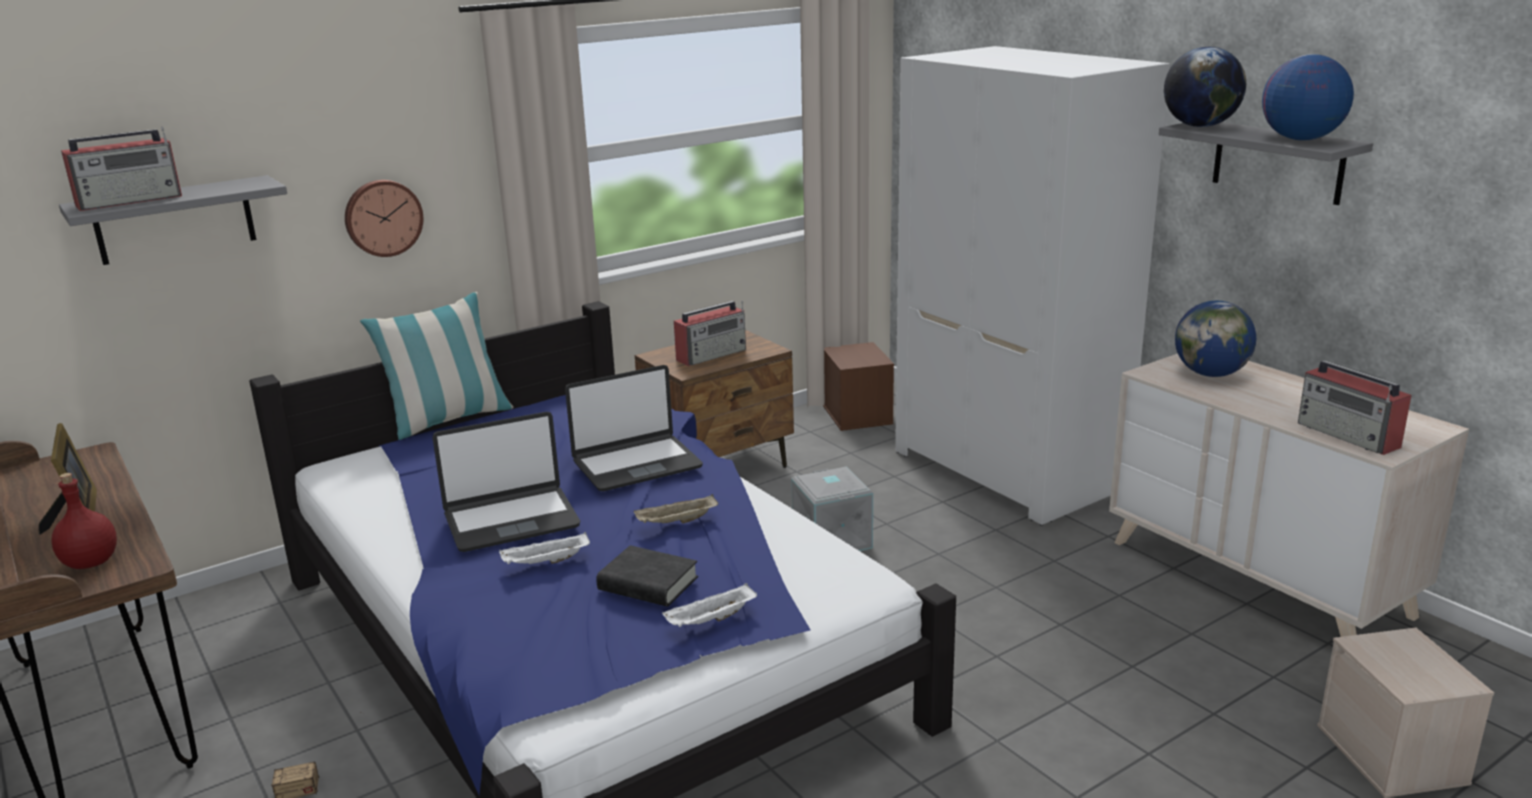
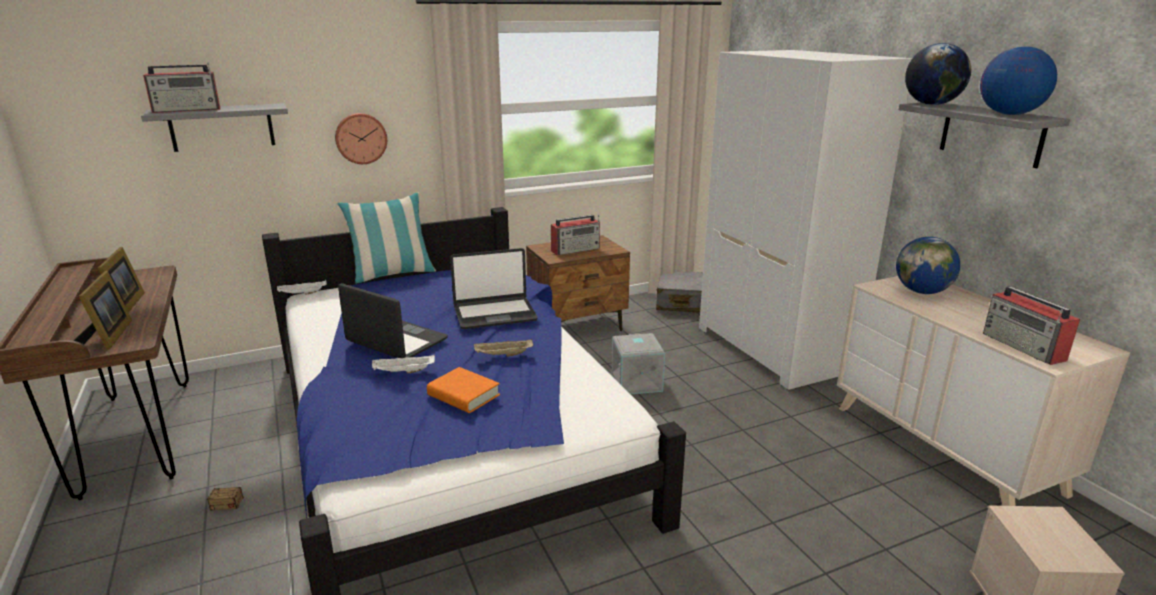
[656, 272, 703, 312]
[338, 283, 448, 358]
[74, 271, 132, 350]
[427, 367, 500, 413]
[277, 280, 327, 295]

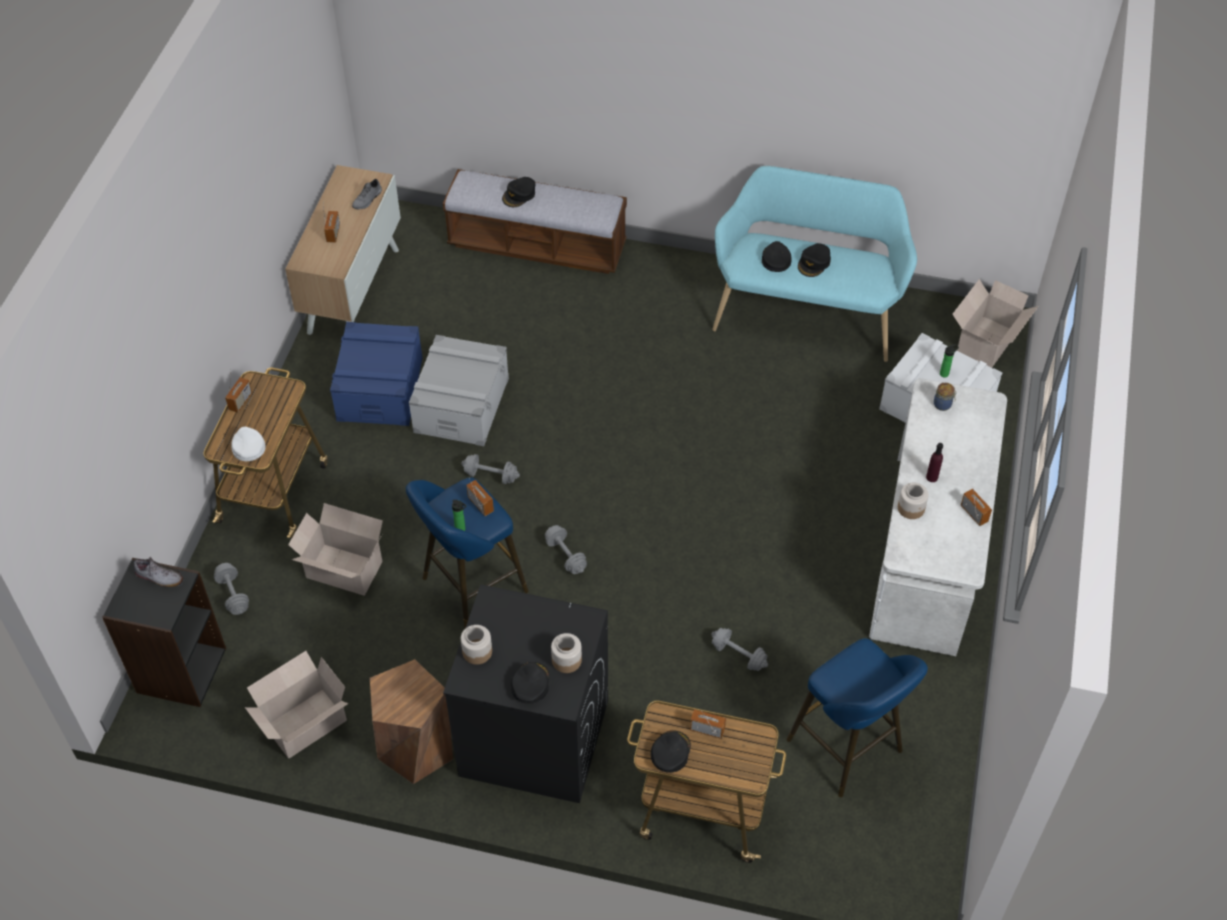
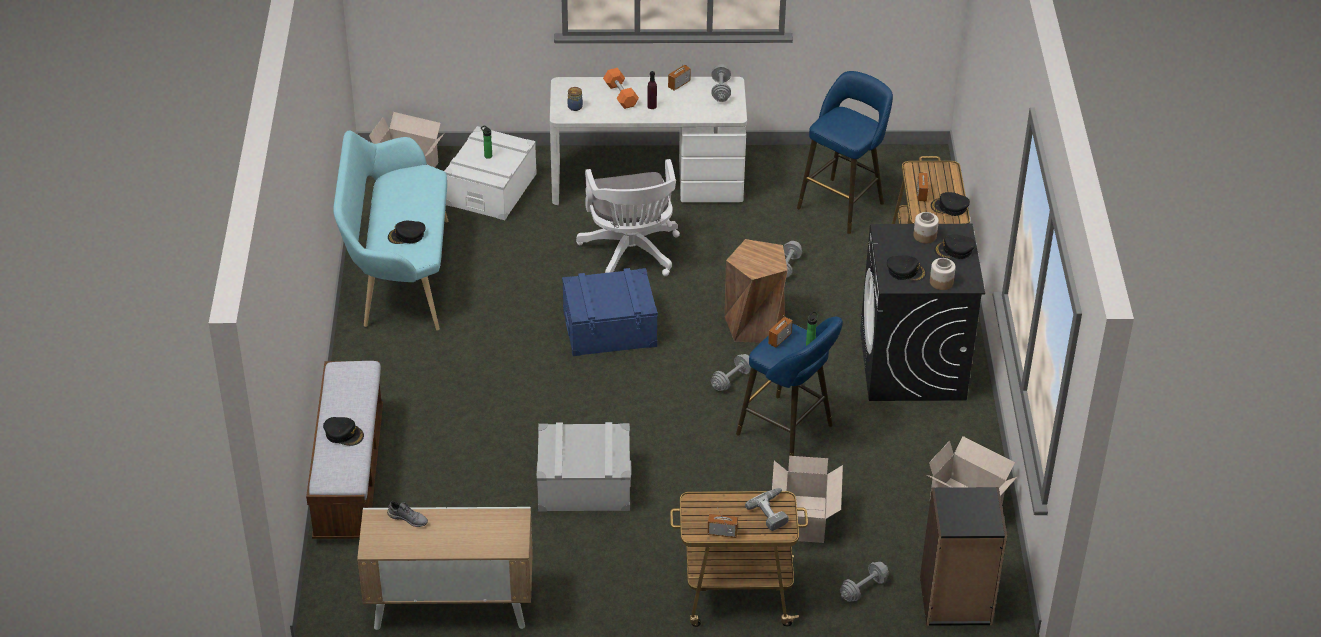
[323, 202, 340, 243] (first image)
[887, 256, 926, 281]
[562, 268, 658, 356]
[745, 488, 789, 531]
[711, 64, 731, 102]
[898, 482, 928, 519] (first image)
[134, 558, 184, 587] (first image)
[724, 239, 788, 343]
[603, 68, 639, 109]
[576, 159, 680, 276]

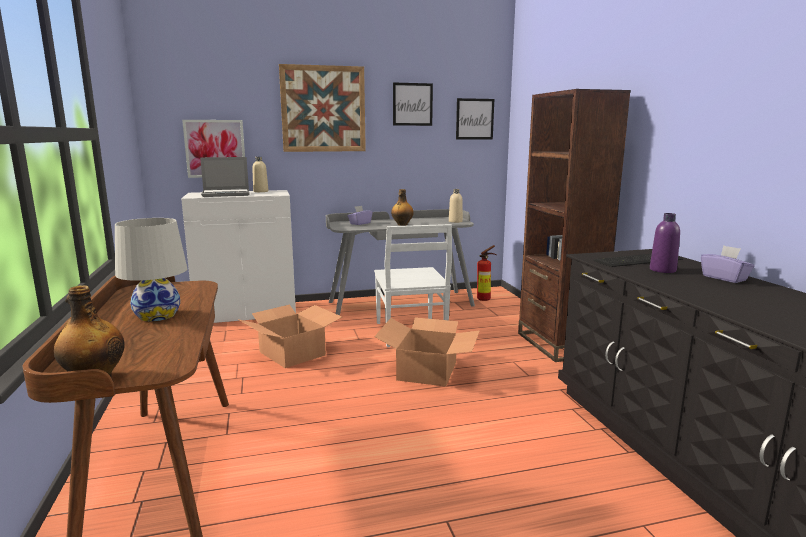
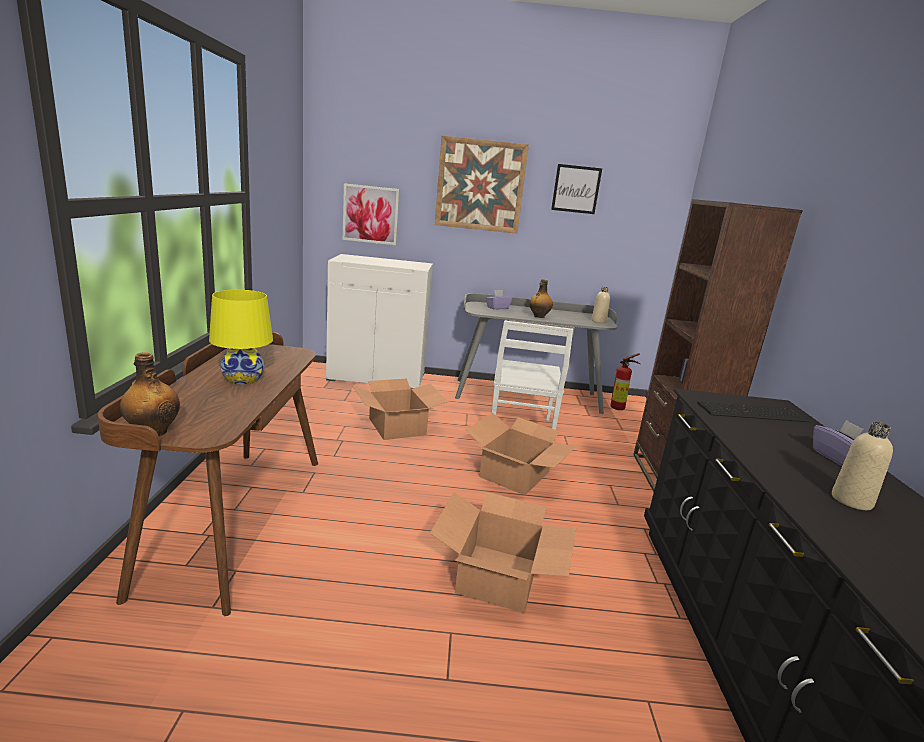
[456, 98, 494, 139] (first image)
[200, 157, 250, 197] (first image)
[832, 422, 893, 510]
[650, 213, 680, 273] (first image)
[209, 290, 273, 385]
[430, 492, 576, 613]

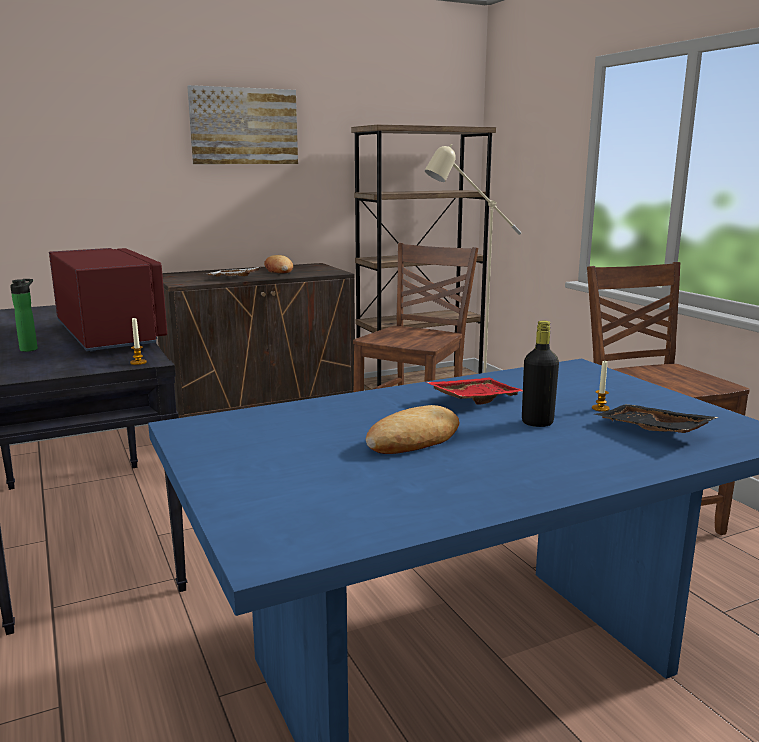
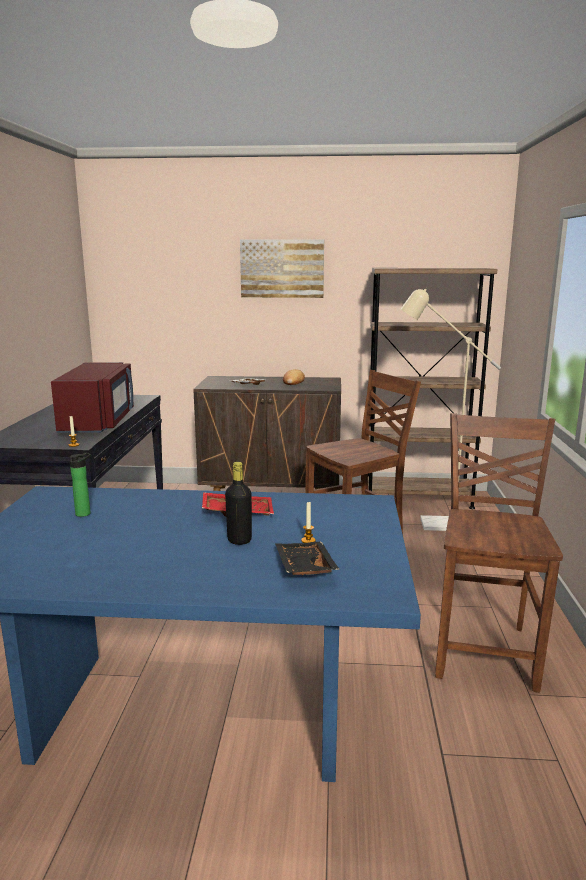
[70, 452, 91, 517]
[366, 405, 460, 454] (first image)

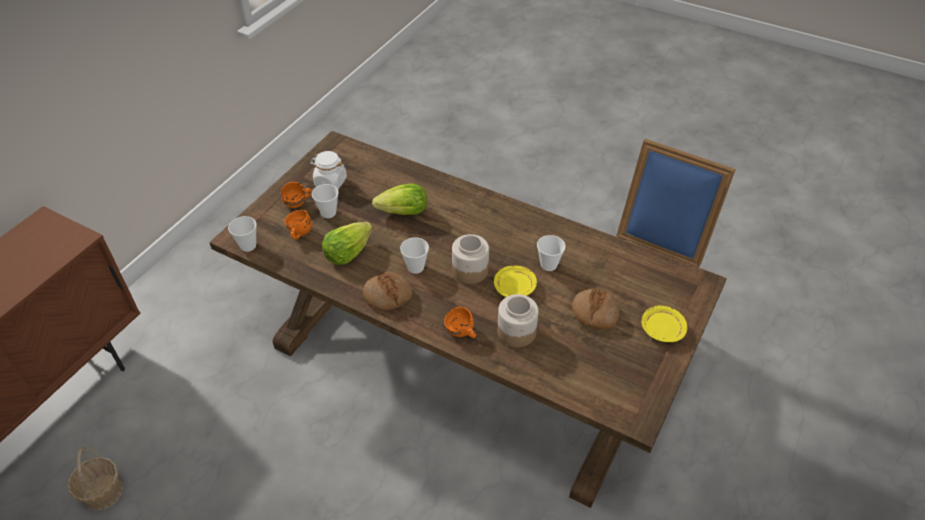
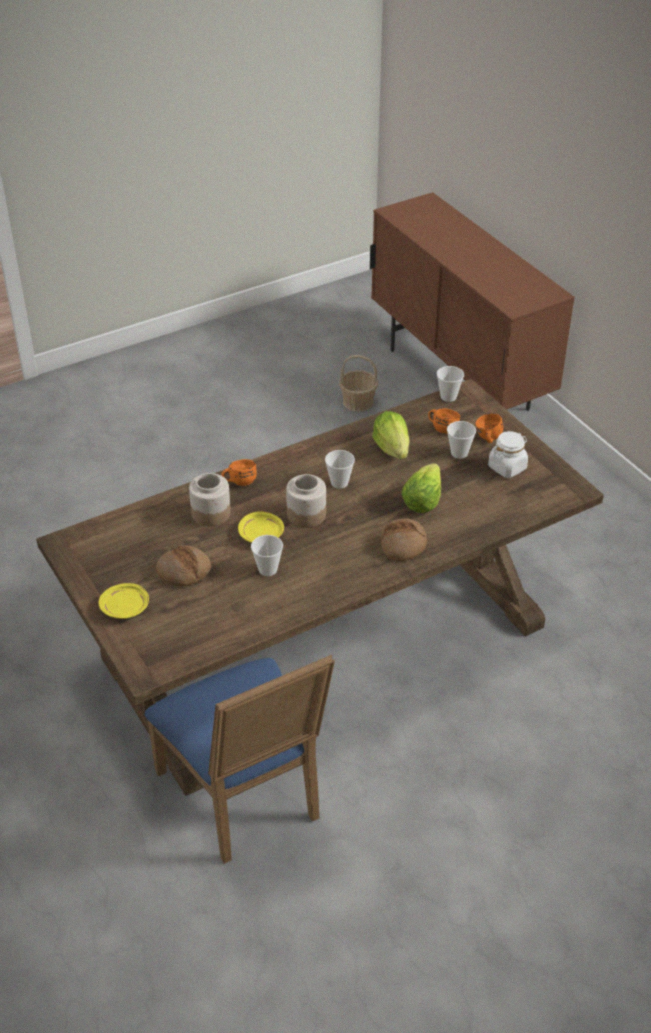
[381, 518, 427, 561]

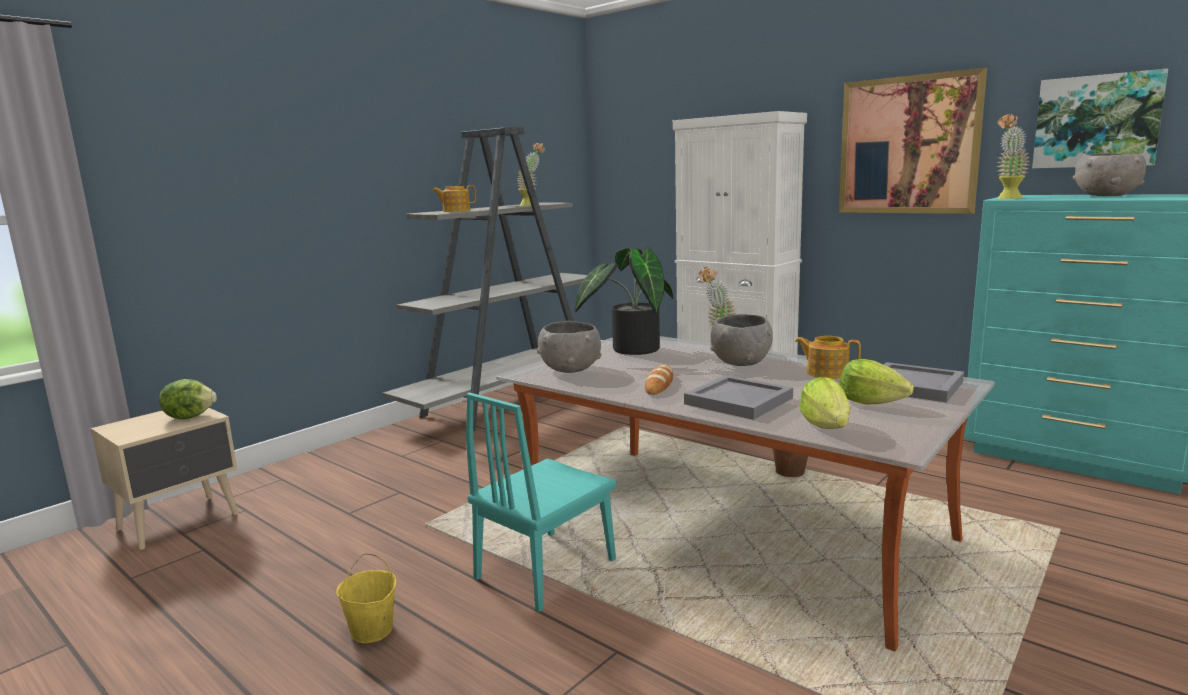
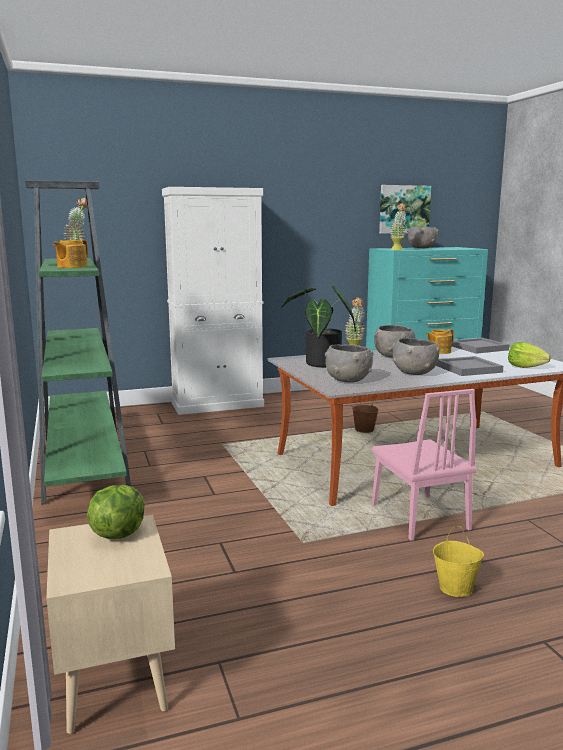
[839, 67, 987, 214] (first image)
[25, 180, 131, 505]
[840, 359, 914, 405] (first image)
[393, 338, 440, 375]
[372, 389, 477, 541]

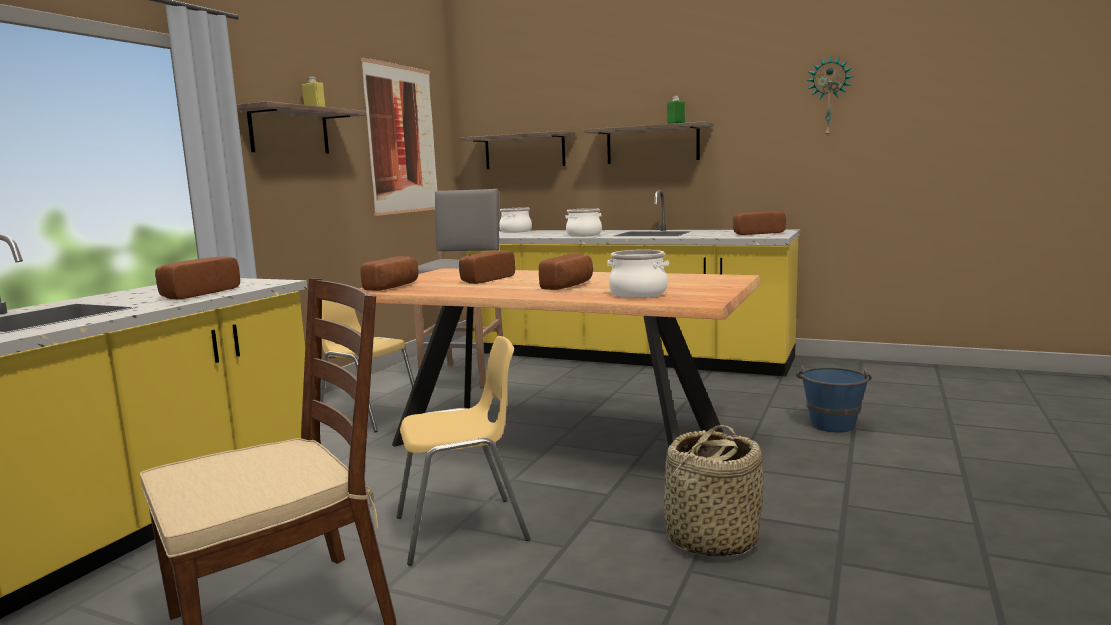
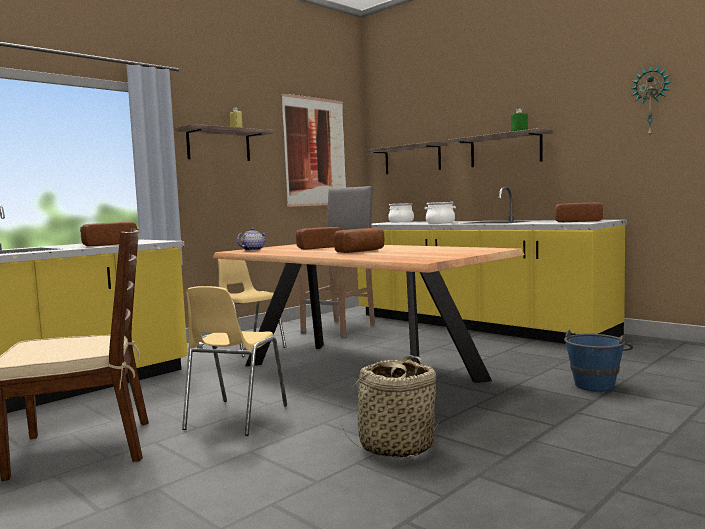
[607, 250, 669, 298] (first image)
[237, 228, 266, 251]
[182, 286, 287, 436]

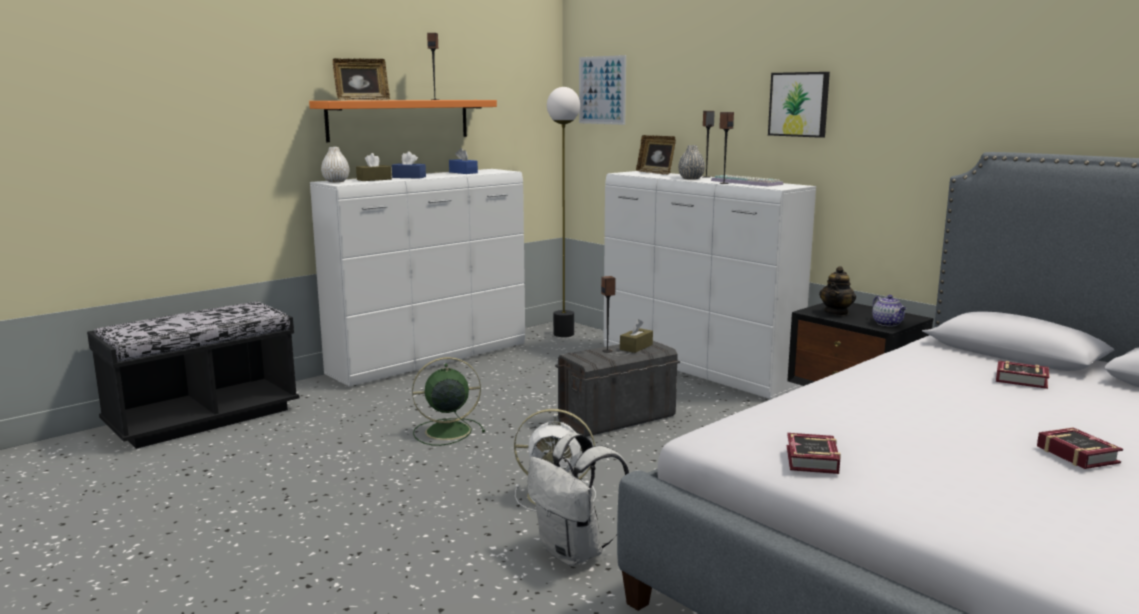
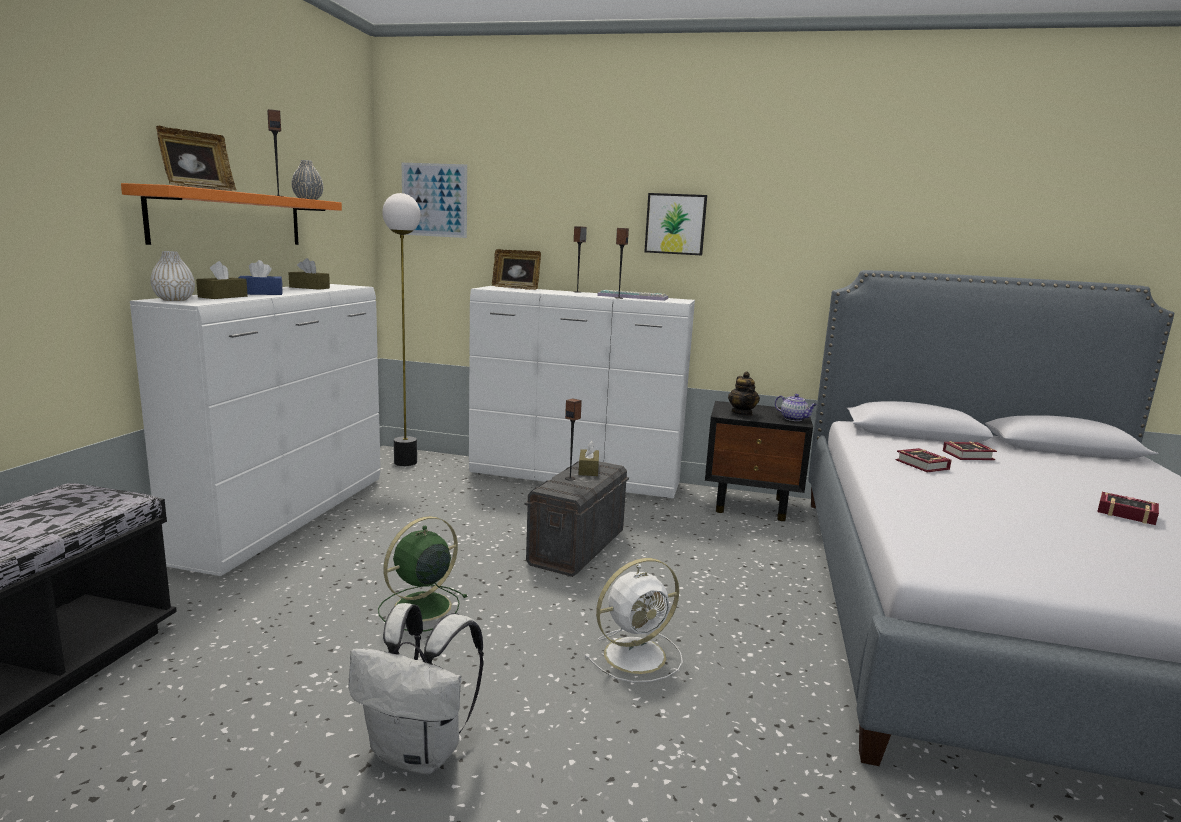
[291, 160, 323, 200]
[289, 258, 330, 290]
[348, 603, 484, 775]
[896, 448, 952, 473]

